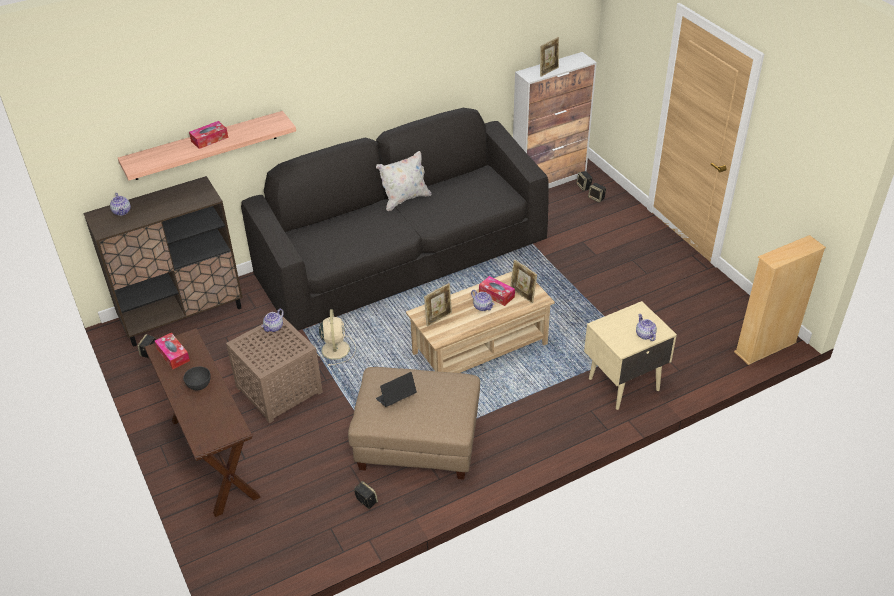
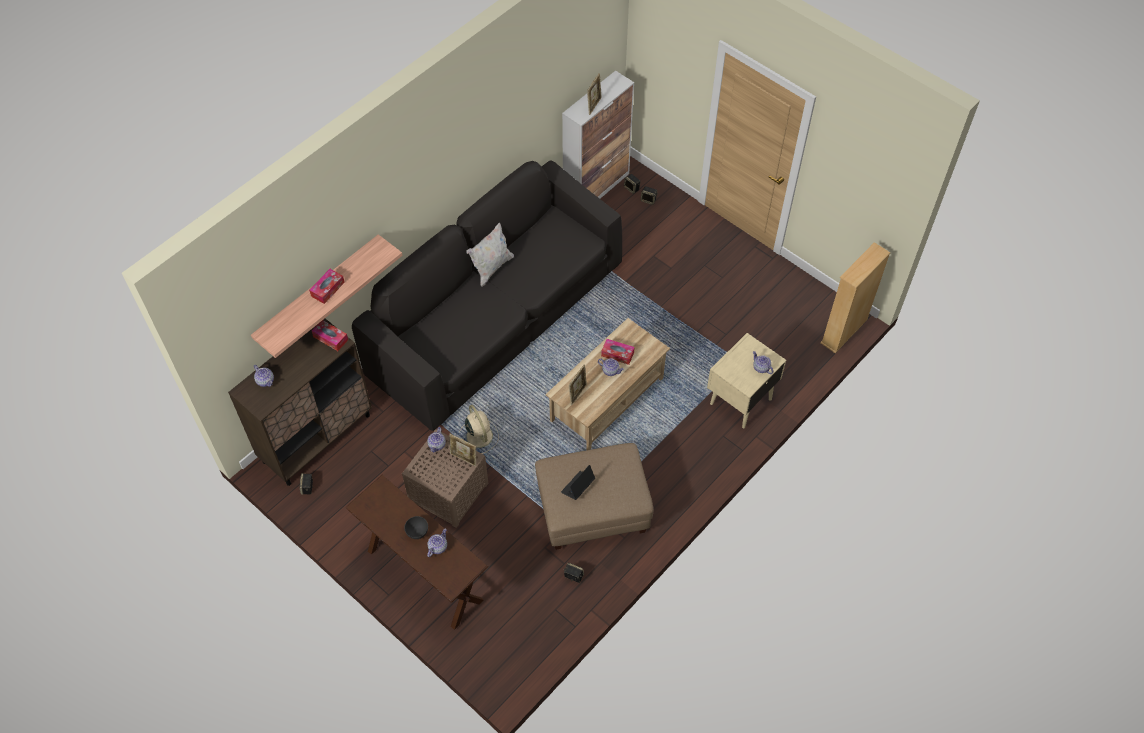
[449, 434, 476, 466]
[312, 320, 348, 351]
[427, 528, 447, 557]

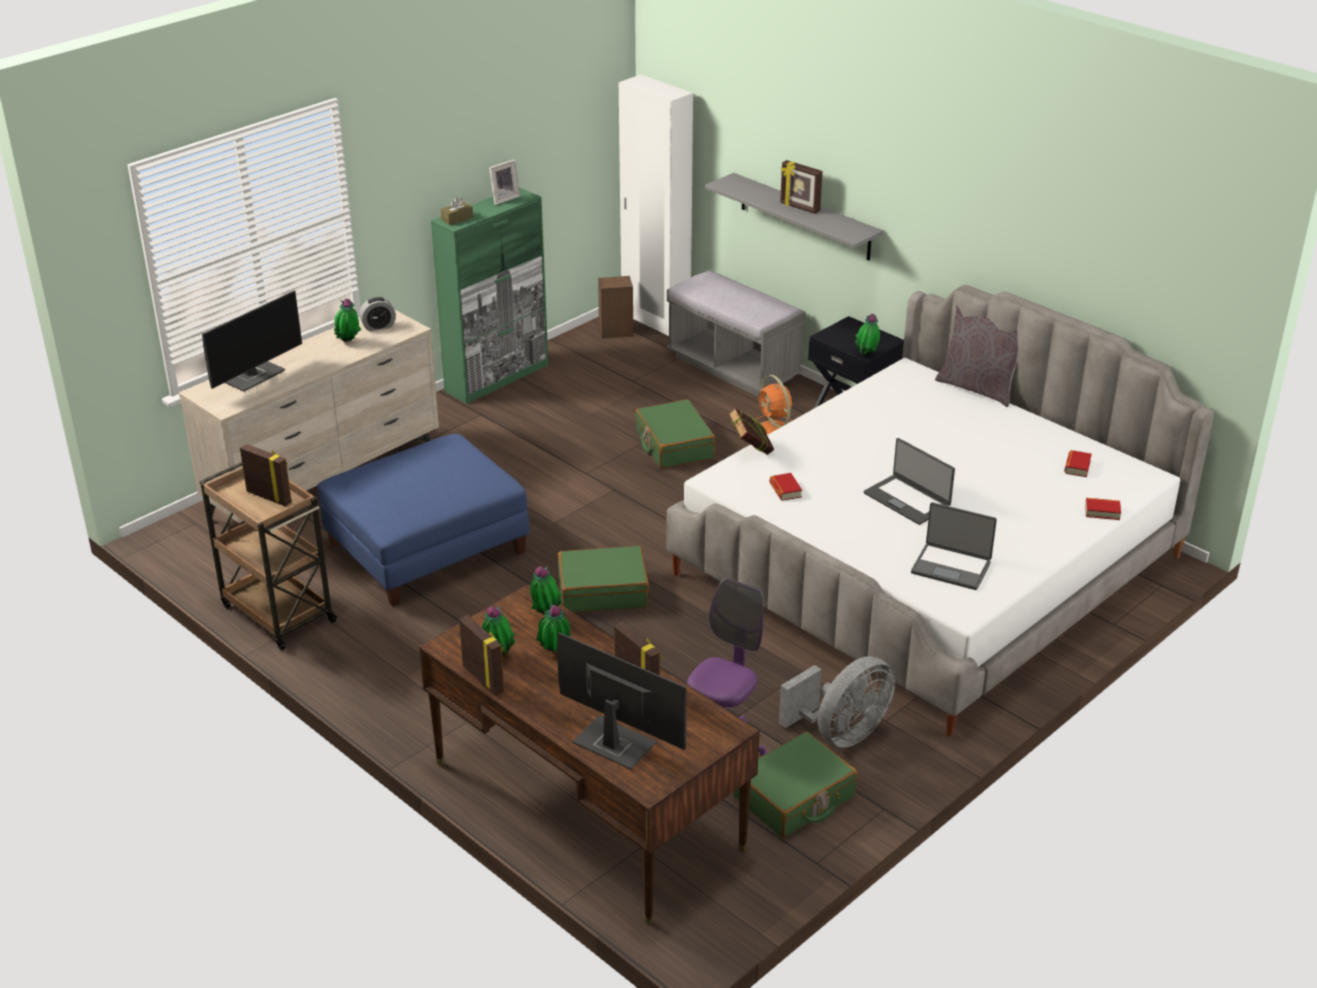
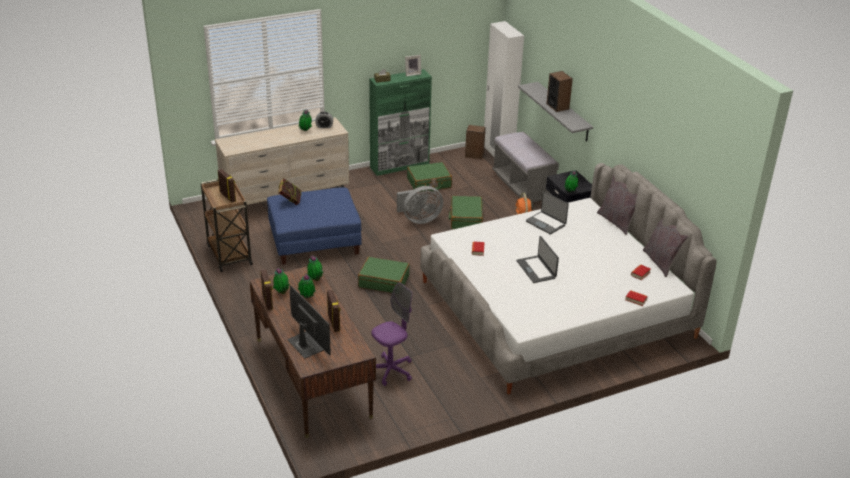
[547, 71, 573, 112]
[202, 290, 302, 392] (first image)
[278, 178, 302, 205]
[526, 191, 569, 235]
[397, 186, 443, 224]
[407, 162, 452, 192]
[643, 219, 689, 277]

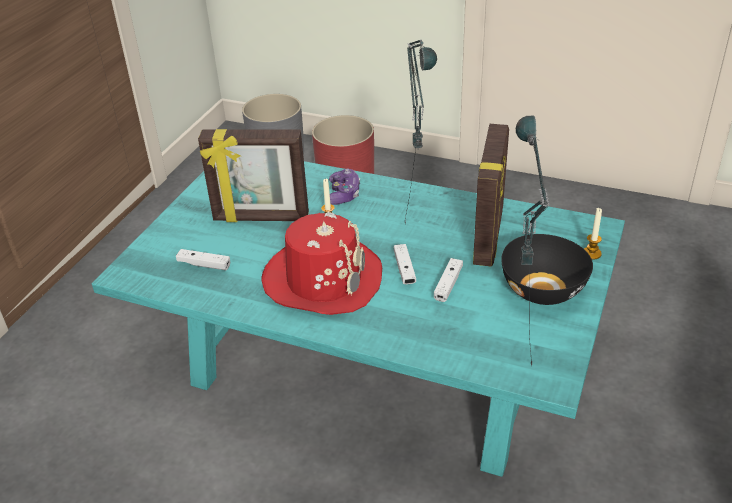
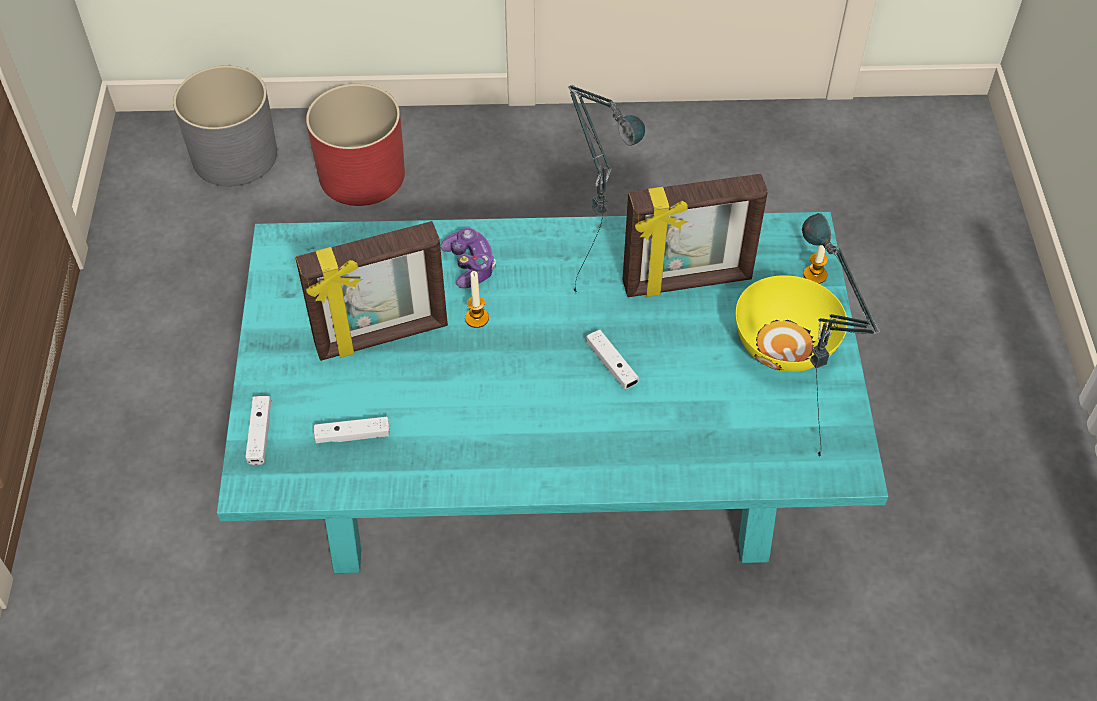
[622, 174, 768, 297]
[262, 212, 382, 315] (first image)
[736, 275, 847, 372]
[245, 396, 271, 465]

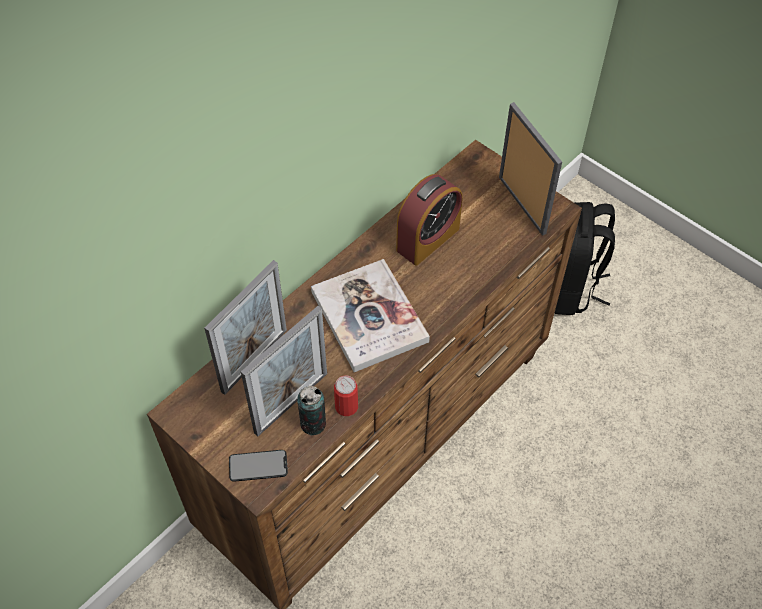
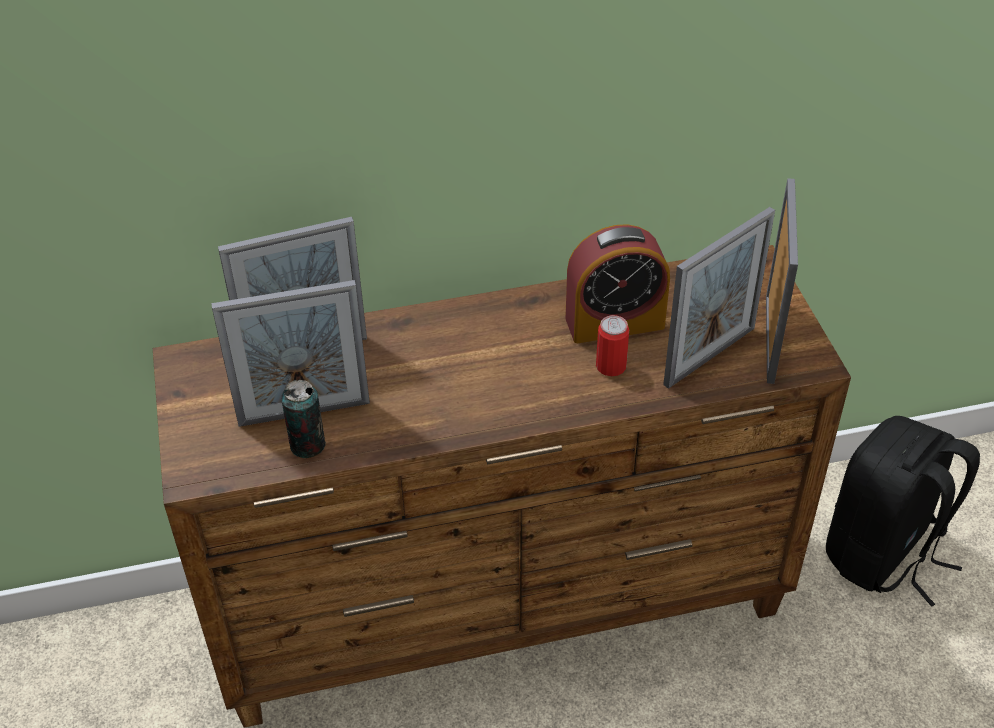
[311, 259, 430, 372] (first image)
[596, 315, 629, 376]
[229, 450, 288, 482] (first image)
[663, 207, 775, 389]

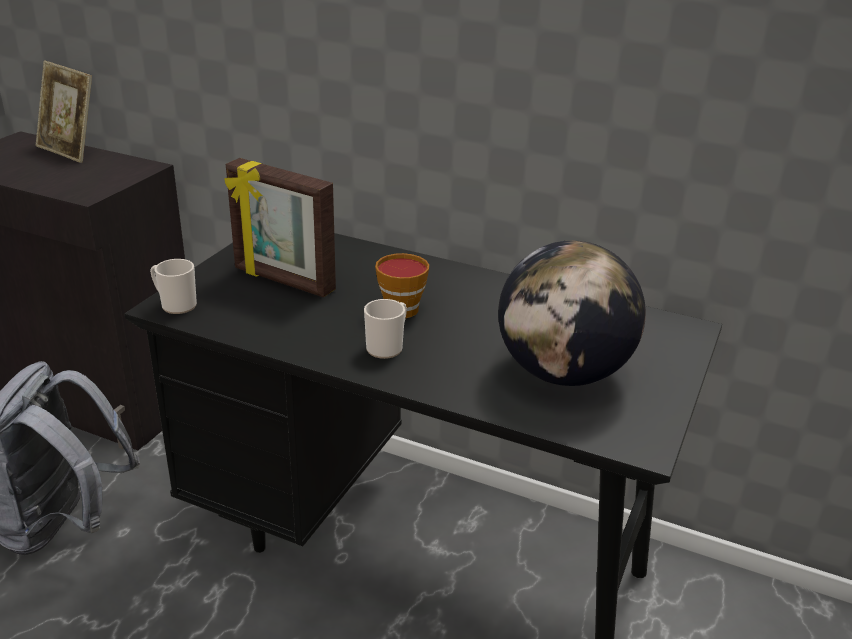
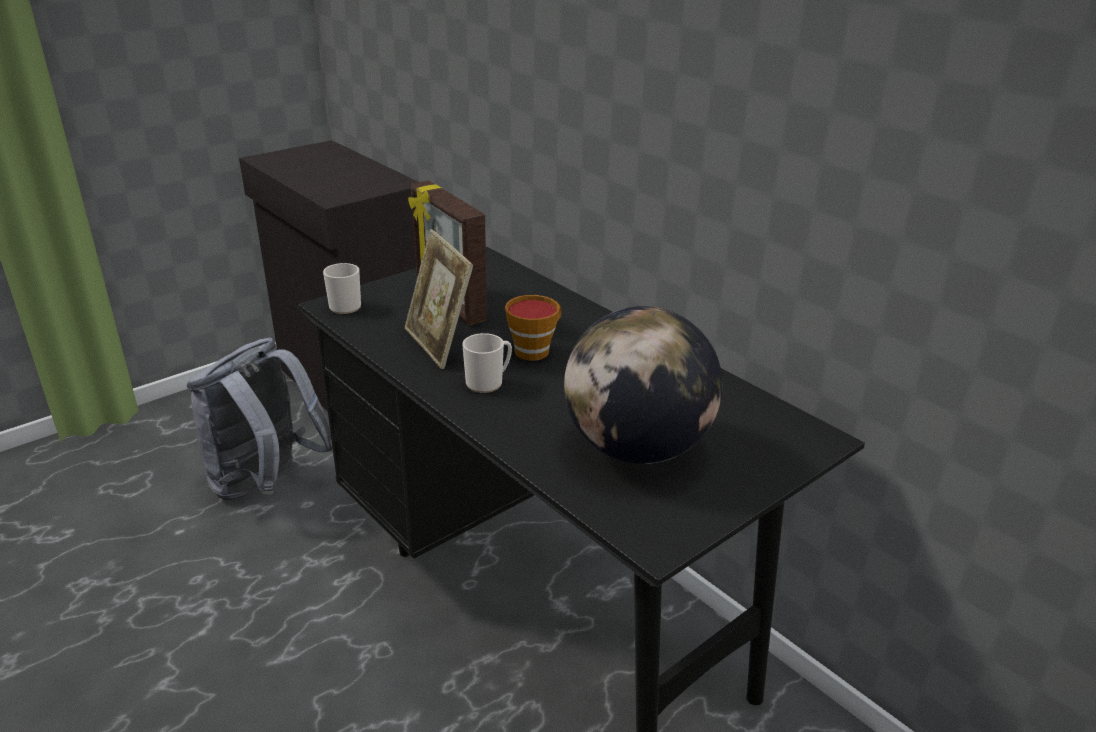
[405, 229, 473, 369]

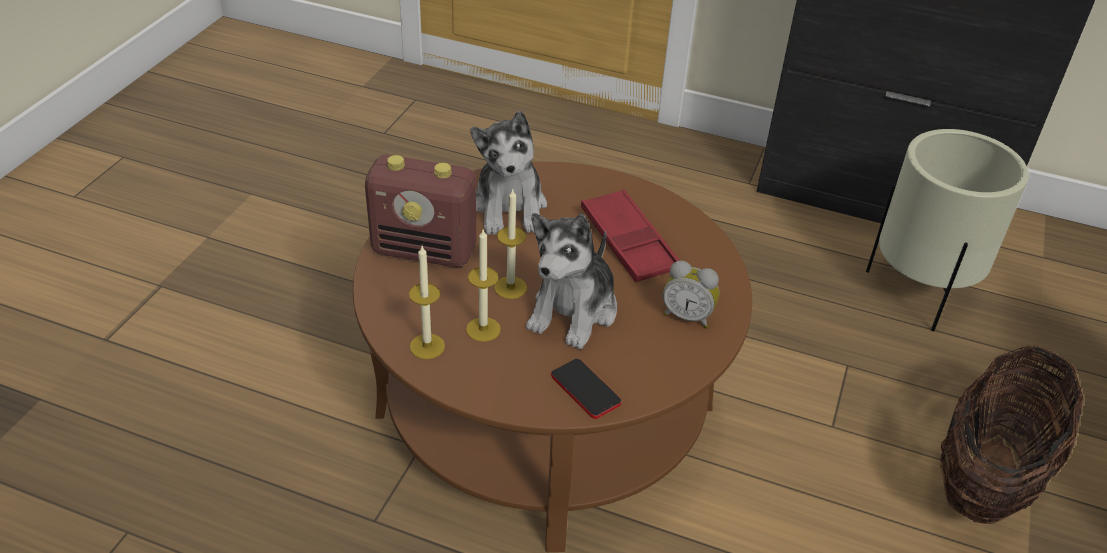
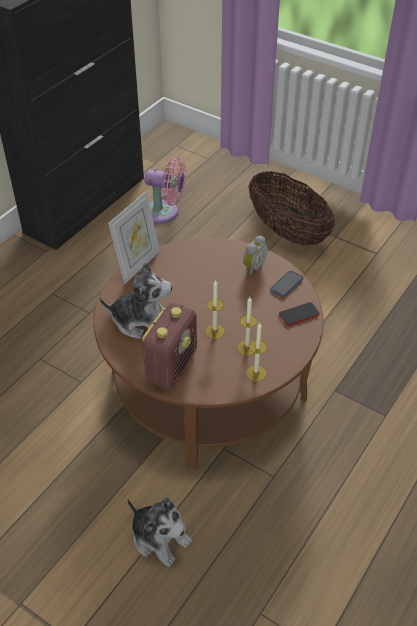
[145, 157, 186, 223]
[581, 189, 680, 282] (first image)
[127, 498, 192, 567]
[108, 192, 160, 284]
[270, 271, 304, 297]

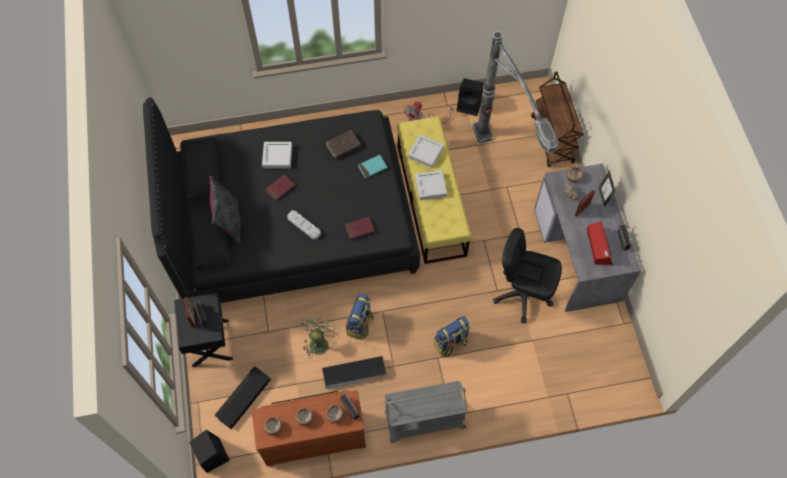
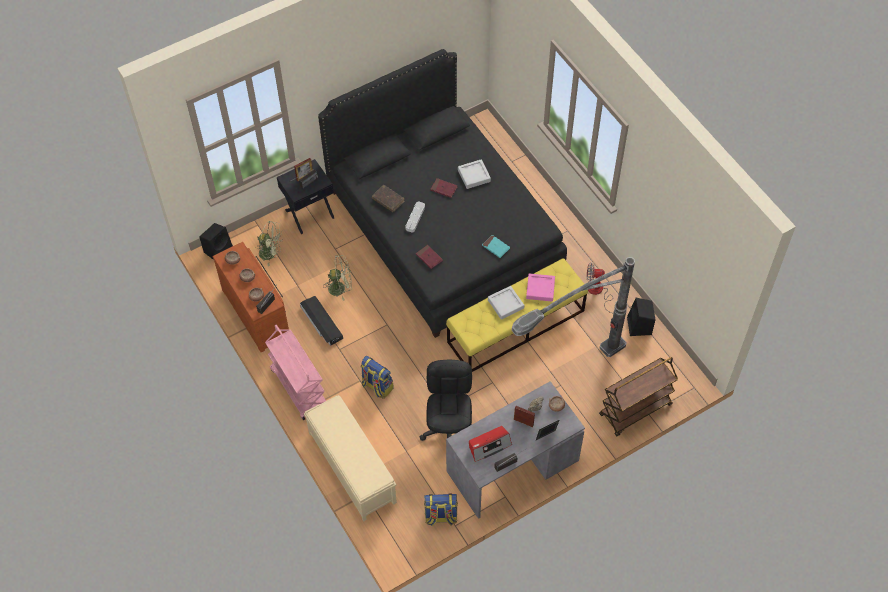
[372, 185, 405, 212]
[526, 274, 555, 302]
[210, 176, 241, 245] (first image)
[424, 493, 458, 526]
[256, 221, 283, 266]
[265, 325, 326, 420]
[304, 395, 397, 522]

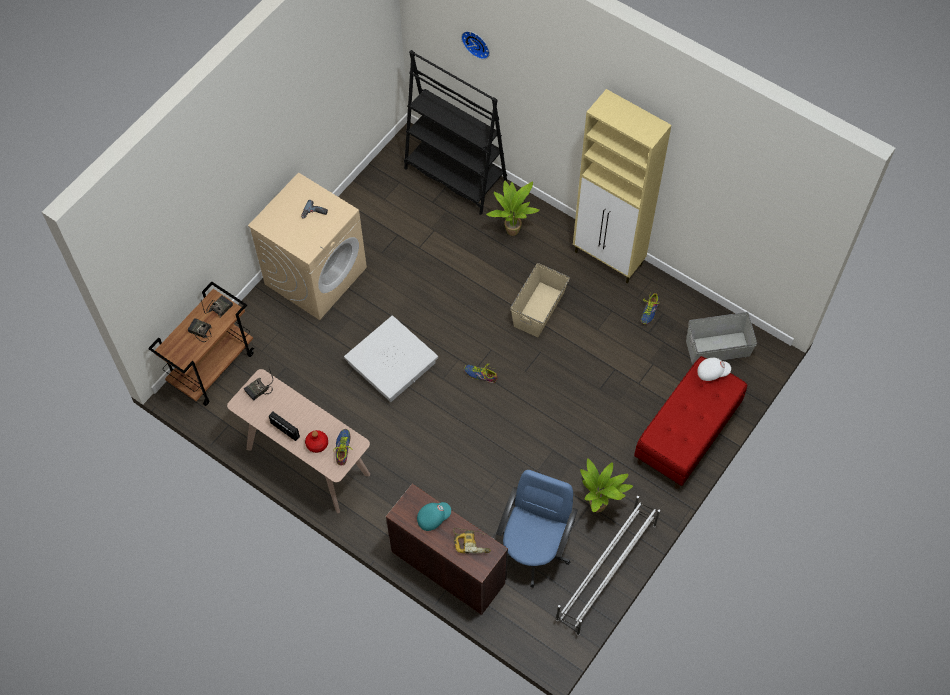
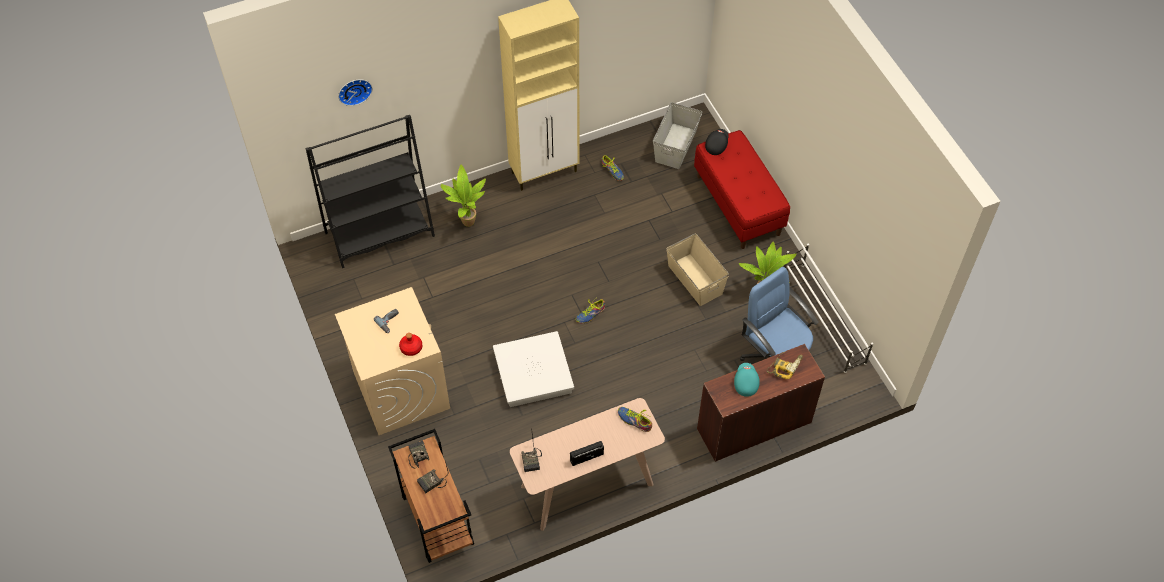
[666, 233, 729, 306]
[705, 129, 729, 155]
[399, 333, 422, 356]

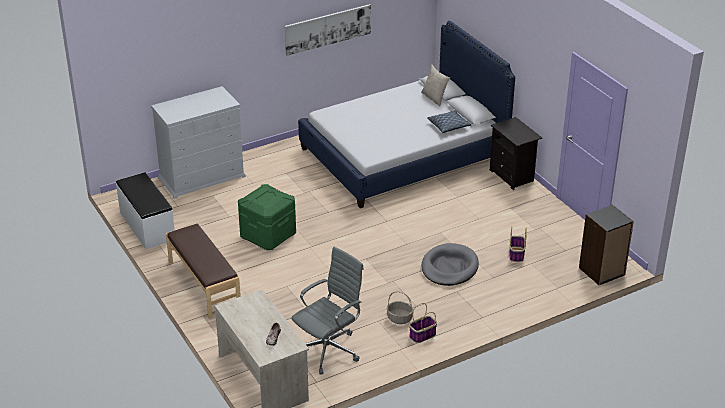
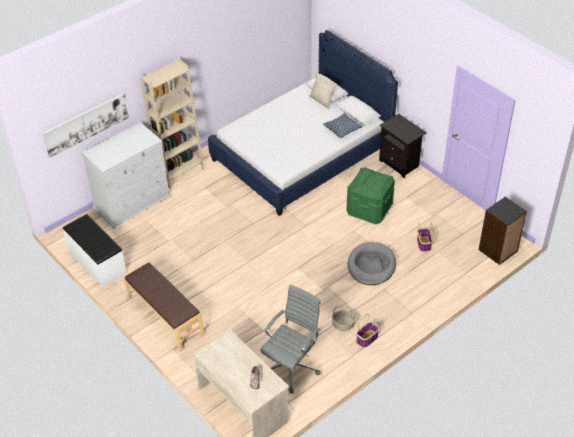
[43, 93, 129, 158]
[347, 167, 395, 224]
[141, 58, 204, 189]

